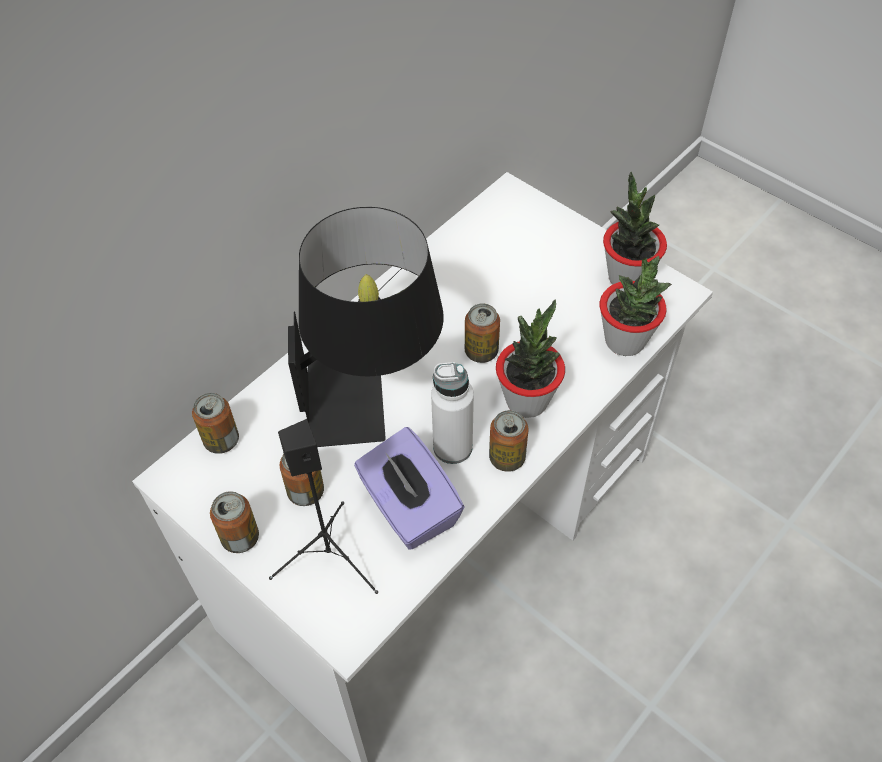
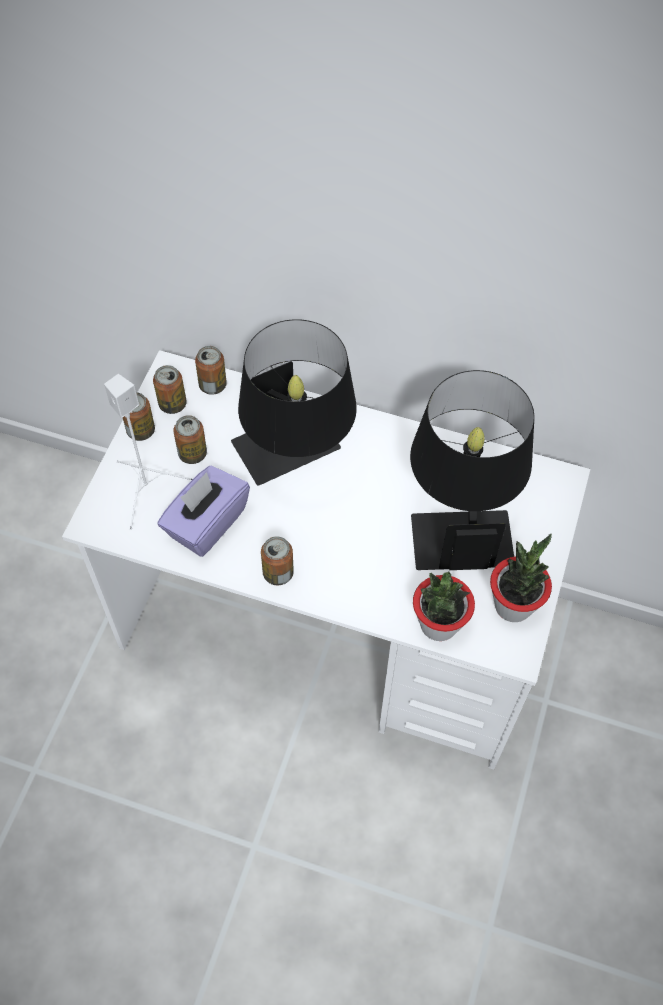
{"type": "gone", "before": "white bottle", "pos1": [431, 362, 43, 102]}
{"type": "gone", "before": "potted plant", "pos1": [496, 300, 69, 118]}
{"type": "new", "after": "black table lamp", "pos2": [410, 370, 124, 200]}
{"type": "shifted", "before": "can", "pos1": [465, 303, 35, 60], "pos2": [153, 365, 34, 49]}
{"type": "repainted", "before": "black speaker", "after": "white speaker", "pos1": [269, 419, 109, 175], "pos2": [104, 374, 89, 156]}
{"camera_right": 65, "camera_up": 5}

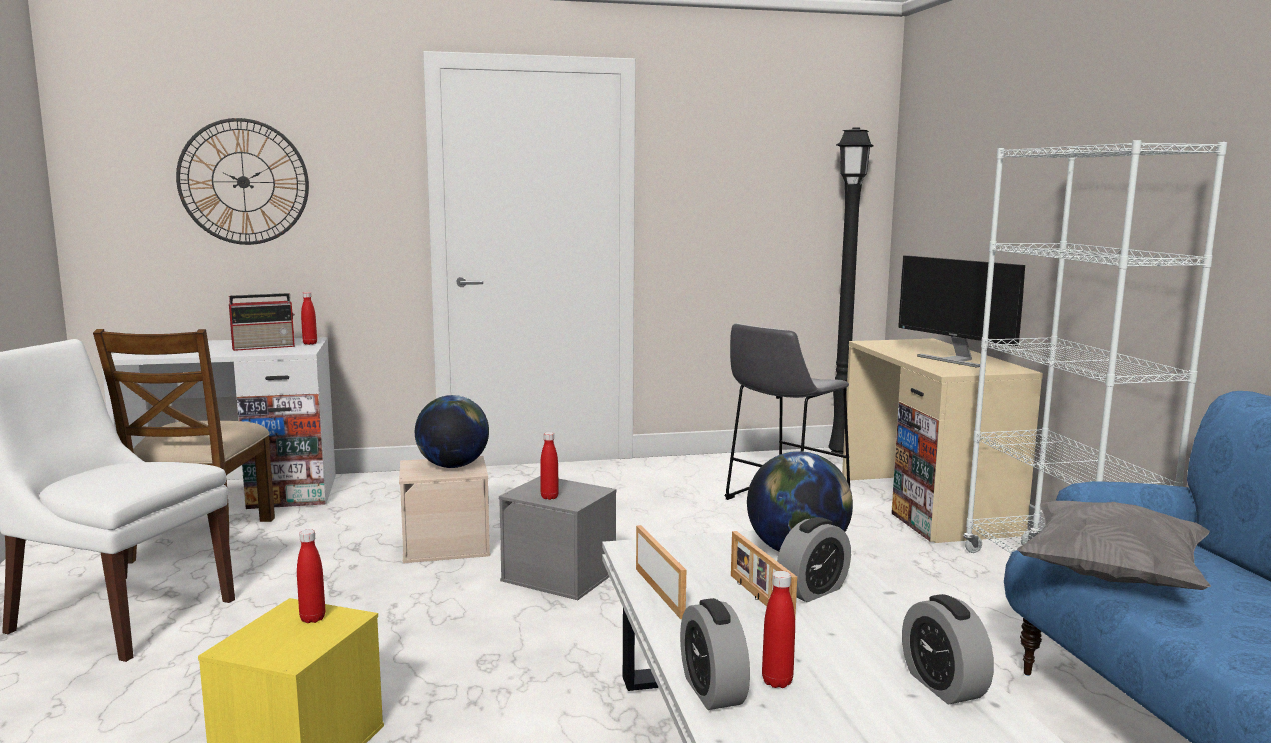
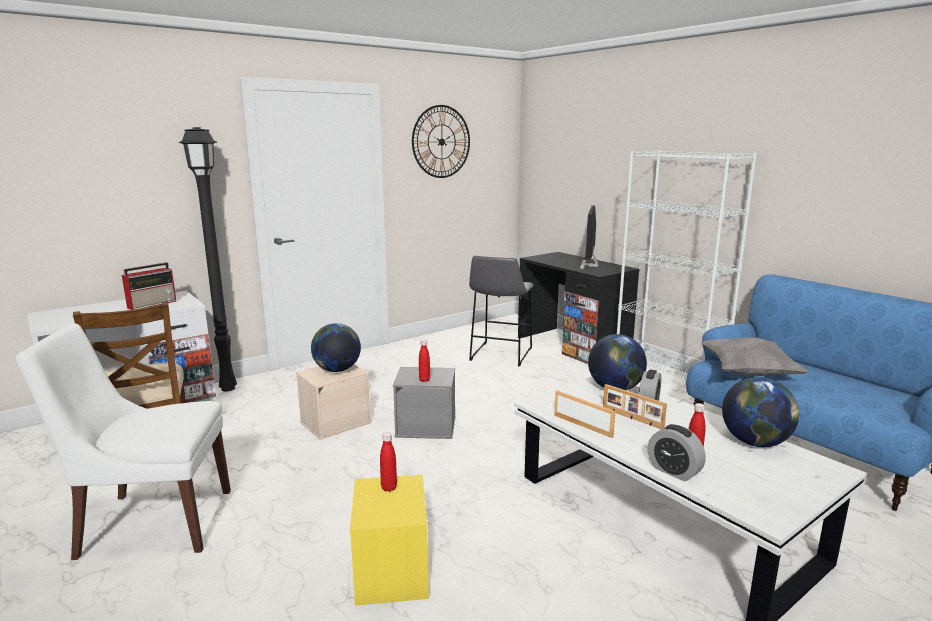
{"type": "gone", "before": "red bottle", "pos1": [301, 292, 16, 53]}
{"type": "shifted", "before": "wall clock", "pos1": [176, 118, 133, 127], "pos2": [412, 105, 58, 73]}
{"type": "shifted", "before": "black floor lamp", "pos1": [828, 127, 46, 327], "pos2": [179, 127, 58, 264]}
{"type": "swapped", "before": "alarm clock", "after": "globe", "pos1": [902, 594, 92, 111], "pos2": [722, 377, 77, 70]}
{"type": "repainted", "before": "beige desk", "after": "black desk", "pos1": [842, 339, 201, 204], "pos2": [518, 252, 121, 112]}
{"type": "rotated", "before": "monitor", "pos1": [898, 255, 127, 113], "pos2": [580, 205, 19, 64], "turn": 75}
{"camera_right": -25, "camera_up": 5}

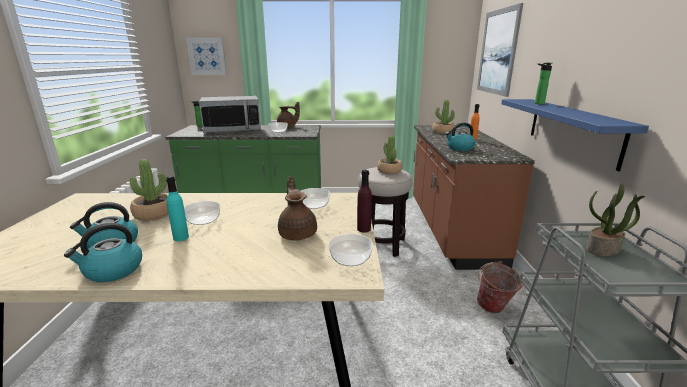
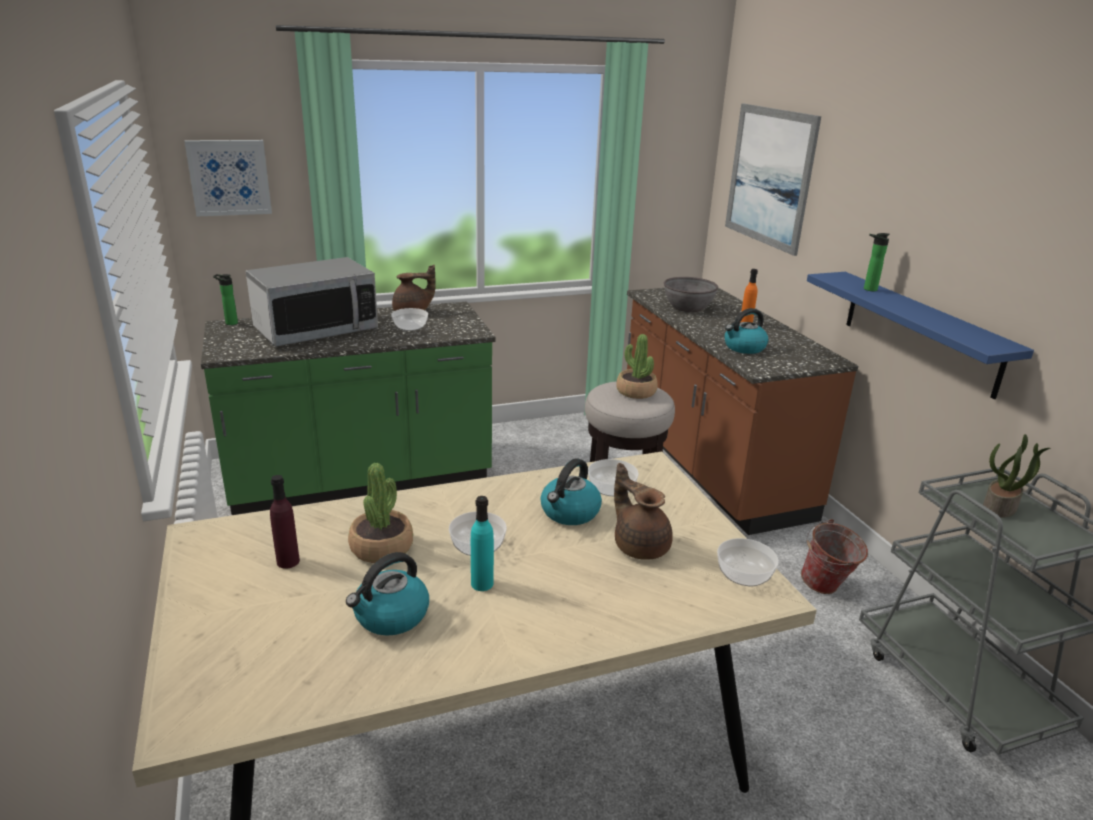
{"type": "shifted", "before": "kettle", "pos1": [64, 223, 78, 59], "pos2": [541, 458, 61, 67]}
{"type": "shifted", "before": "purple bottle", "pos1": [357, 170, 15, 63], "pos2": [270, 475, 30, 94]}
{"type": "swapped", "before": "potted plant", "after": "grey bowl", "pos1": [432, 100, 23, 34], "pos2": [664, 277, 54, 35]}
{"camera_right": -20, "camera_up": 5}

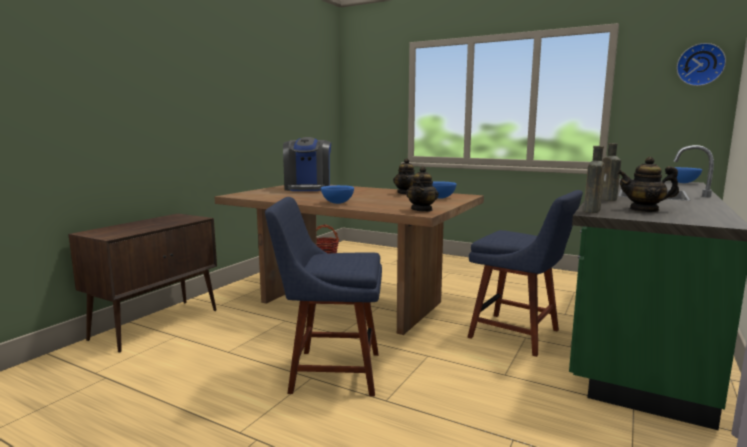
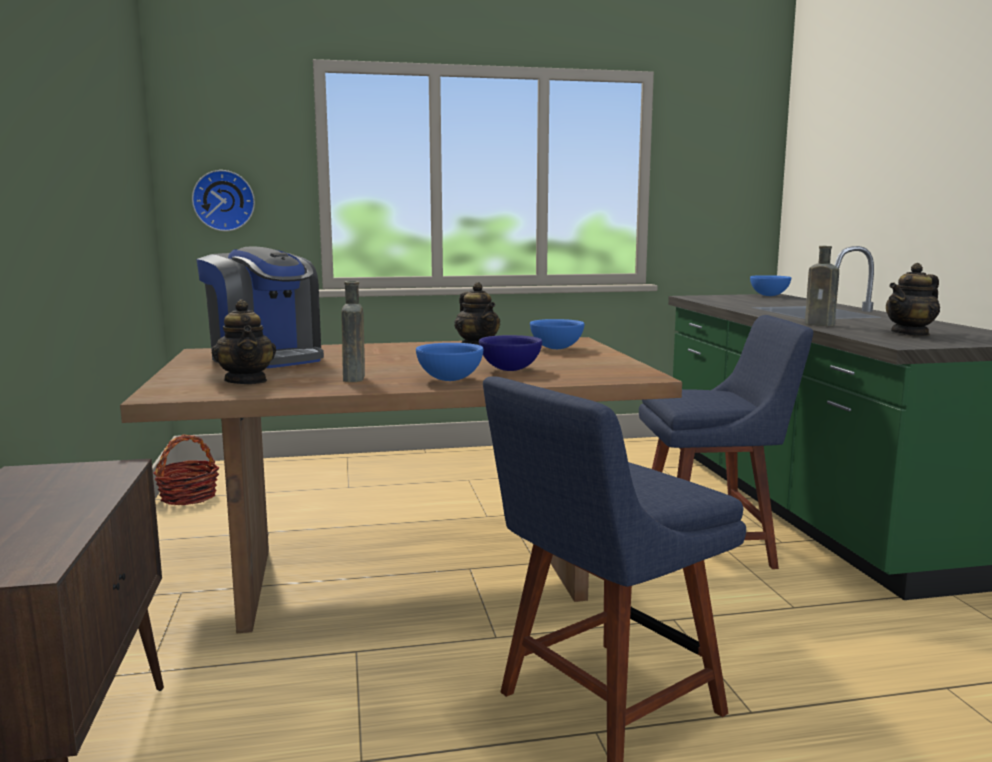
{"type": "new", "after": "blue bowl", "pos2": [479, 335, 63, 36]}
{"type": "shifted", "before": "teapot", "pos1": [406, 166, 33, 46], "pos2": [212, 299, 64, 85]}
{"type": "shifted", "before": "brown bottle", "pos1": [583, 146, 22, 67], "pos2": [341, 281, 24, 101]}
{"type": "shifted", "before": "wall clock", "pos1": [677, 43, 49, 43], "pos2": [192, 170, 63, 61]}
{"camera_right": -40, "camera_up": 0}

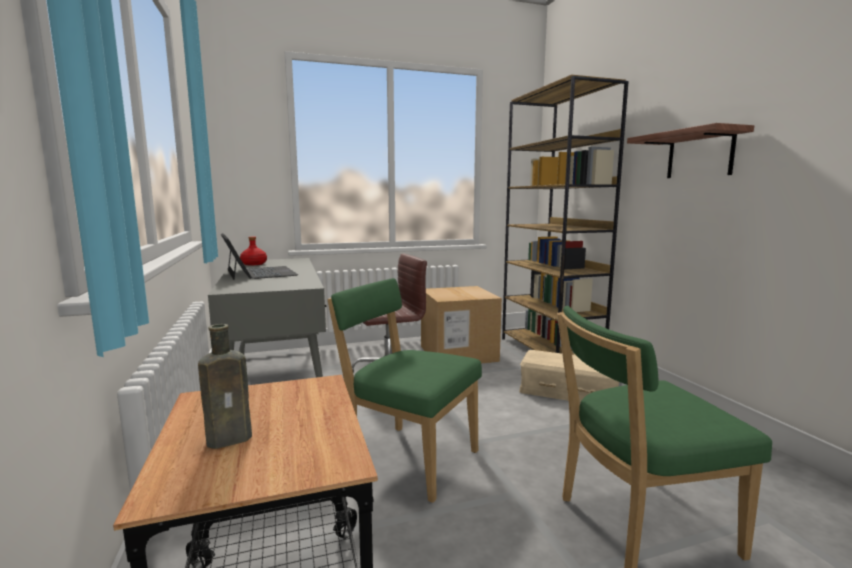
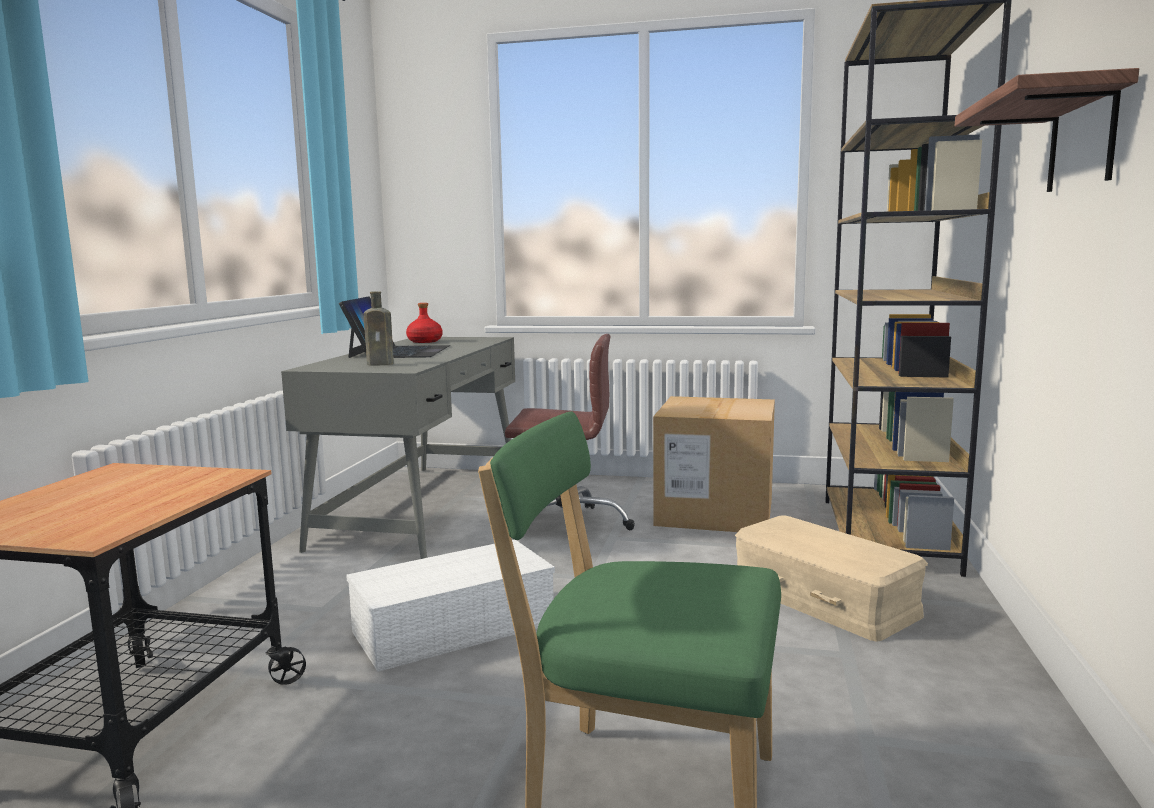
{"type": "shifted", "before": "brown bottle", "pos1": [198, 324, 54, 125], "pos2": [364, 291, 30, 75]}
{"type": "swapped", "before": "green chair", "after": "white storage box", "pos1": [327, 278, 155, 225], "pos2": [346, 540, 209, 132]}
{"camera_right": 30, "camera_up": 0}

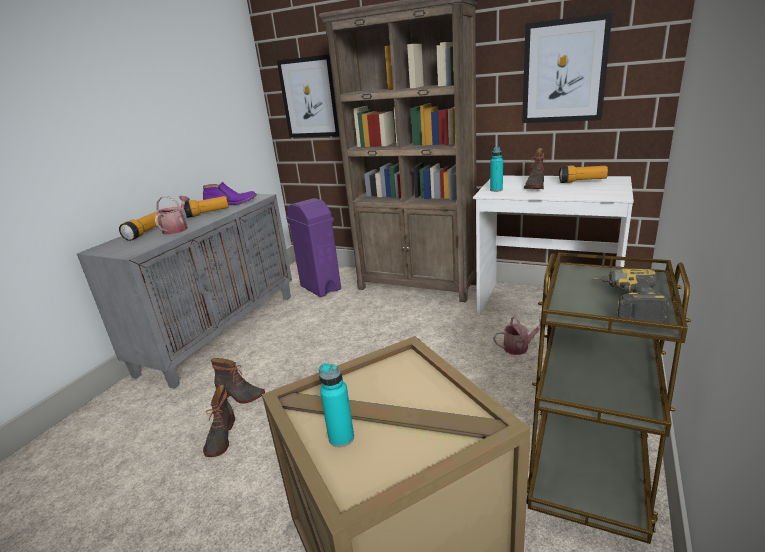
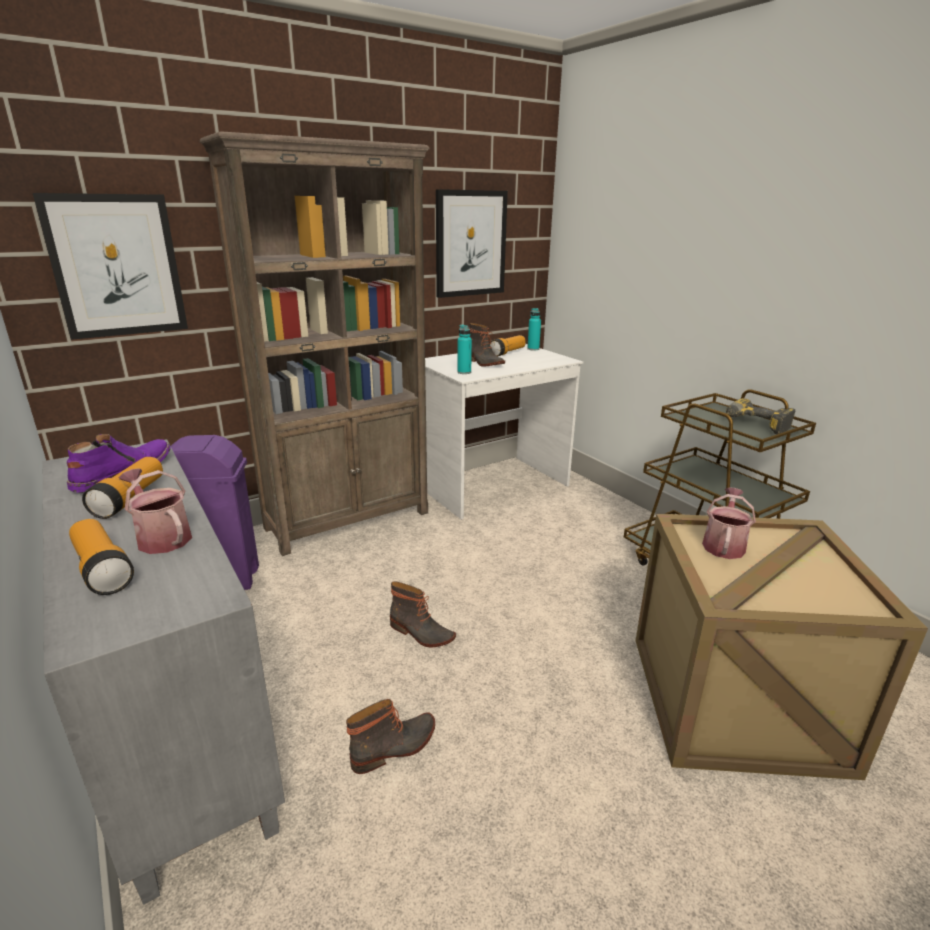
{"type": "shifted", "before": "boot", "pos1": [203, 385, 32, 72], "pos2": [390, 581, 66, 66]}
{"type": "shifted", "before": "turquoise bottle", "pos1": [319, 363, 35, 84], "pos2": [527, 308, 14, 43]}
{"type": "shifted", "before": "watering can", "pos1": [493, 316, 55, 39], "pos2": [702, 487, 54, 72]}
{"camera_right": -60, "camera_up": 0}

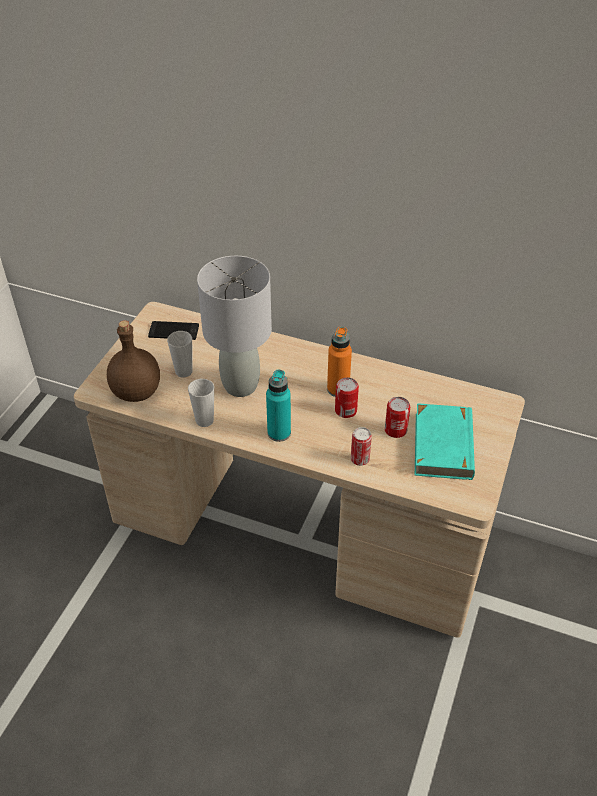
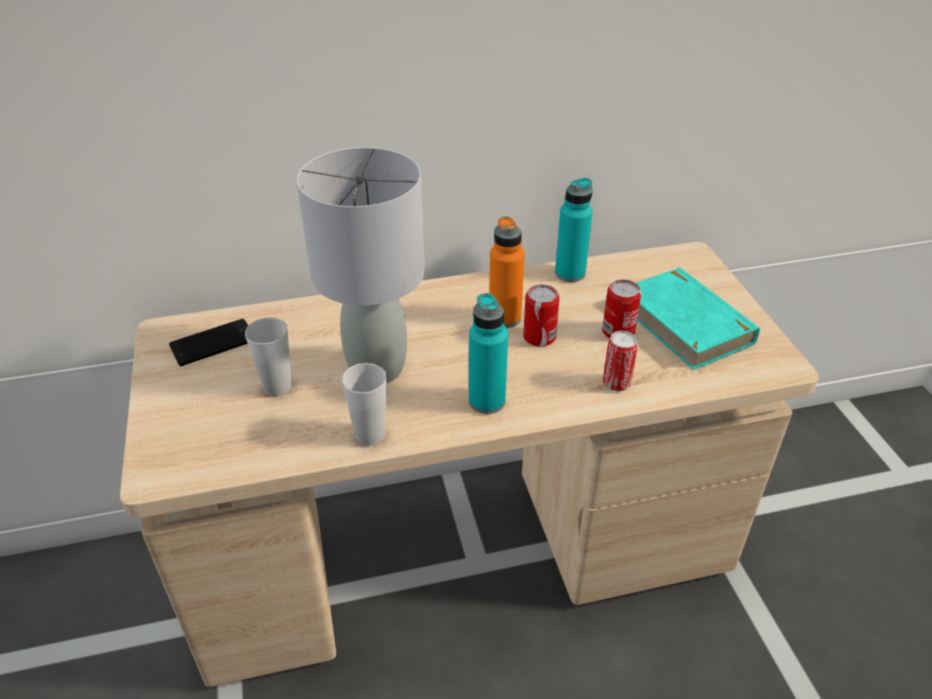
{"type": "gone", "before": "brown bottle", "pos1": [107, 320, 53, 82]}
{"type": "new", "after": "turquoise bottle", "pos2": [555, 178, 38, 104]}
{"camera_right": -35, "camera_up": -5}

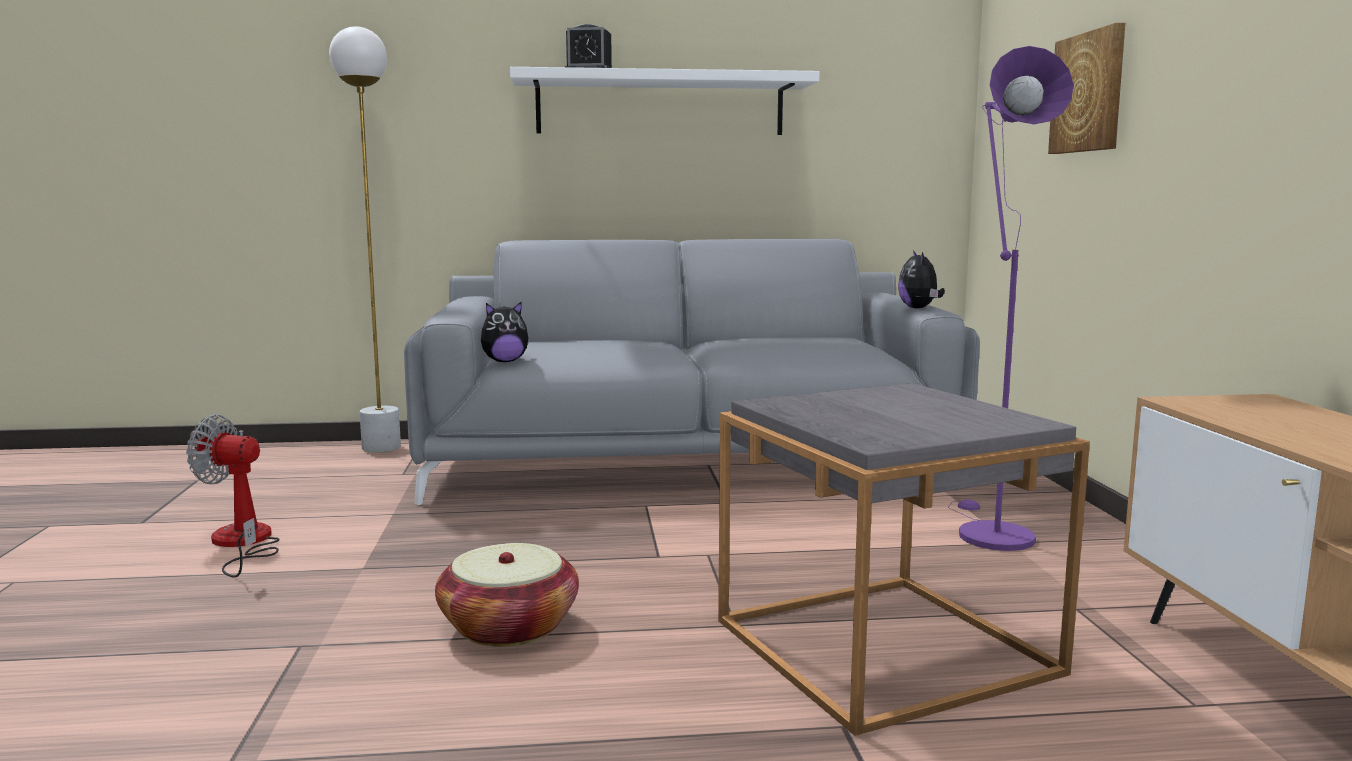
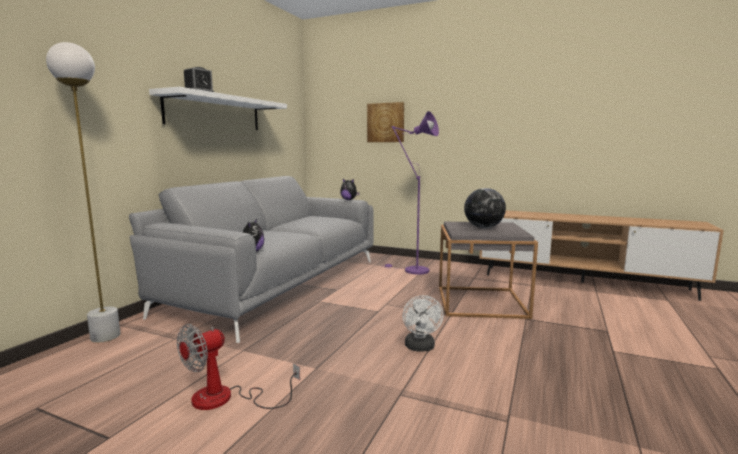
{"type": "new", "after": "globe", "pos2": [464, 188, 42, 40]}
{"type": "swapped", "before": "basket", "after": "white fan", "pos1": [435, 543, 144, 104], "pos2": [402, 295, 41, 56]}
{"camera_right": -60, "camera_up": 0}

